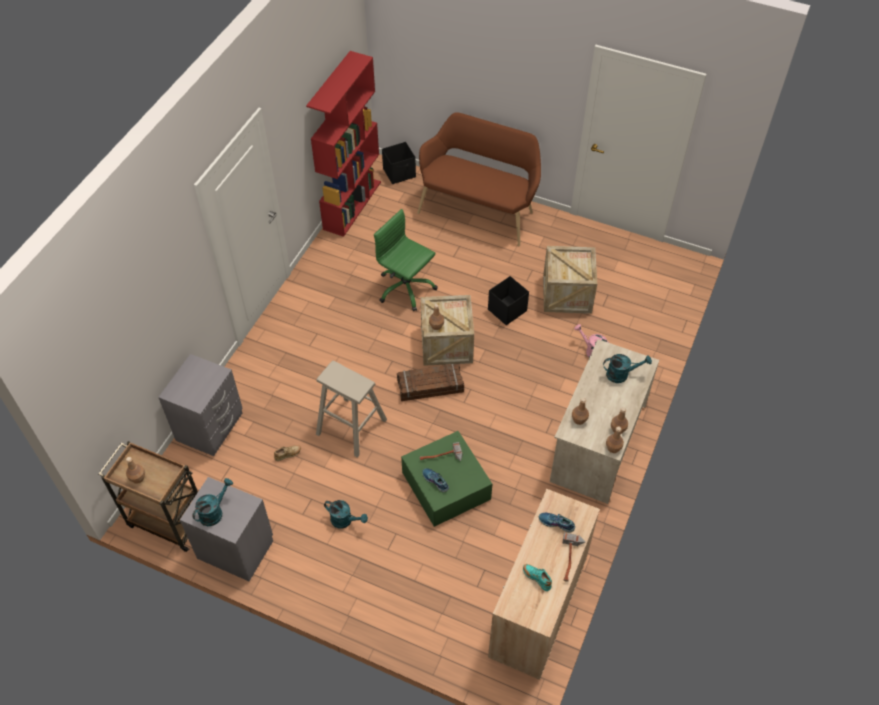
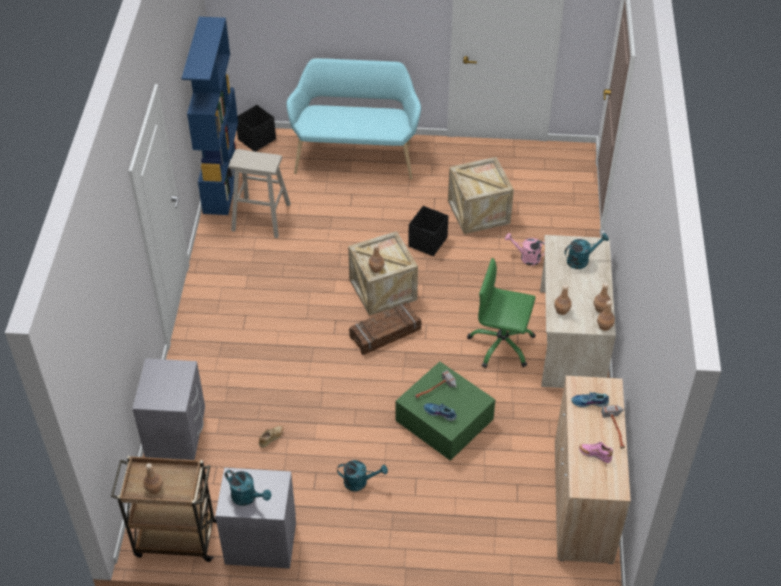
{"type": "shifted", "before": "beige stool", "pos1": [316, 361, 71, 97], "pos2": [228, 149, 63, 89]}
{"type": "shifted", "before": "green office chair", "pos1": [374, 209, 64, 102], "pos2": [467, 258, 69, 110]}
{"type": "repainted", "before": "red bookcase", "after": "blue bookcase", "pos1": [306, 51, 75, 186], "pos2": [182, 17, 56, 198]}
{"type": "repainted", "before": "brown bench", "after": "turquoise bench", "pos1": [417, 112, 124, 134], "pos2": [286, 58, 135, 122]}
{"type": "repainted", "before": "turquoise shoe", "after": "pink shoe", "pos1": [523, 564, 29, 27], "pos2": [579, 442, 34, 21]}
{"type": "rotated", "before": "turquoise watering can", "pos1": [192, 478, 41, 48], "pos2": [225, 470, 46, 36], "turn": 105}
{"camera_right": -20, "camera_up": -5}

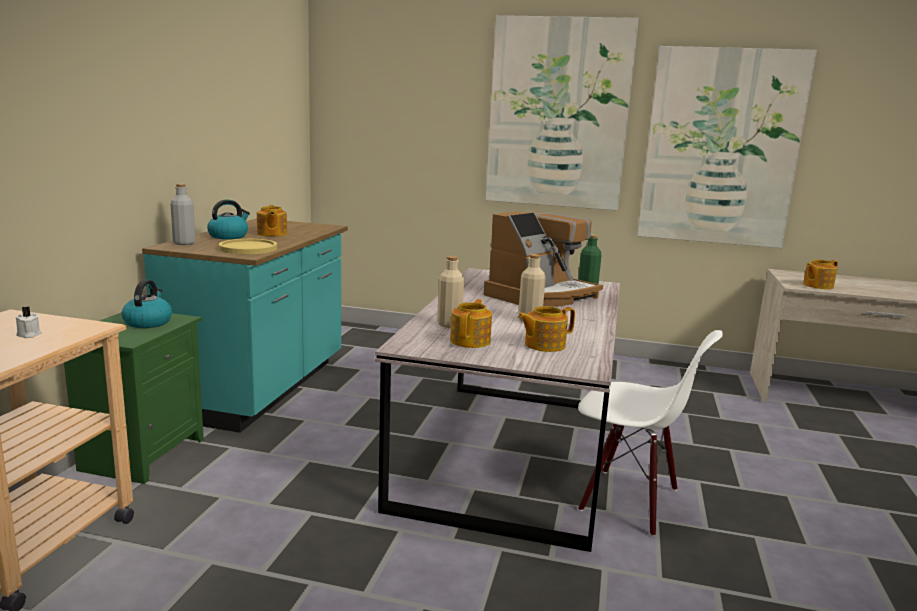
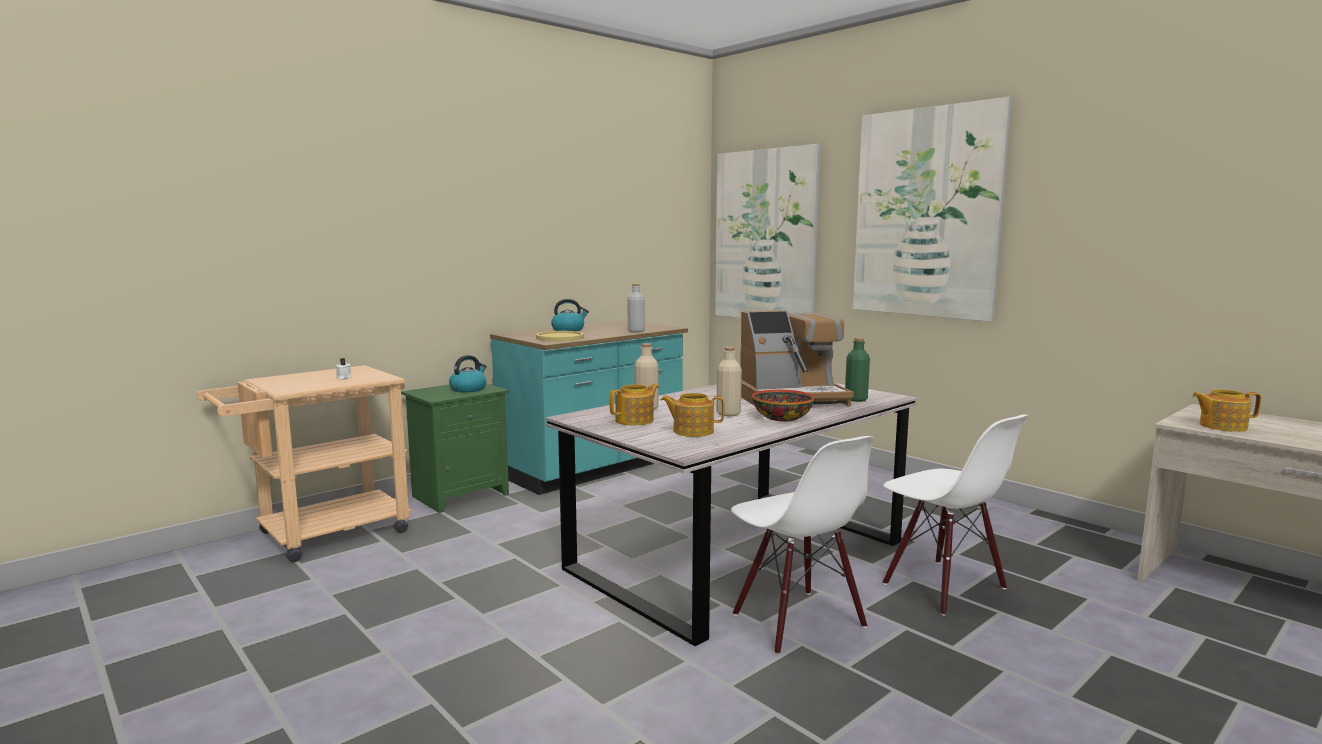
{"type": "gone", "before": "teapot", "pos1": [257, 205, 30, 31]}
{"type": "new", "after": "bowl", "pos2": [752, 389, 62, 32]}
{"type": "new", "after": "white chair", "pos2": [883, 414, 146, 202]}
{"type": "shifted", "before": "grey bottle", "pos1": [171, 184, 24, 61], "pos2": [627, 283, 18, 50]}
{"type": "shifted", "before": "picture", "pos1": [637, 46, 180, 202], "pos2": [715, 144, 105, 174]}
{"camera_right": 35, "camera_up": -5}

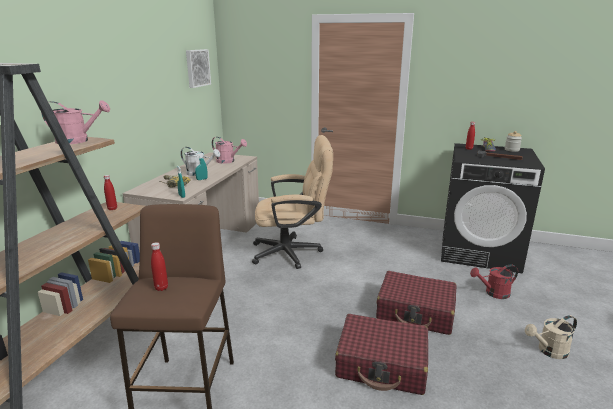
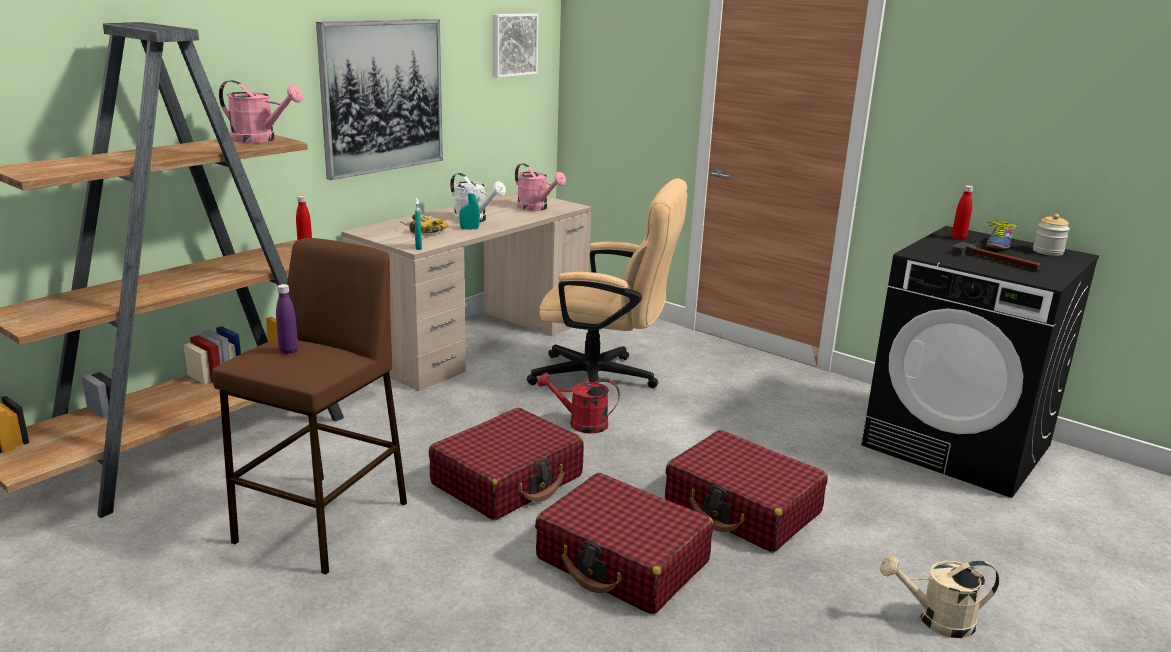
{"type": "new", "after": "picture", "pos2": [316, 19, 127, 161]}
{"type": "new", "after": "red suitcase", "pos2": [429, 408, 155, 112]}
{"type": "shifted", "before": "red watering can", "pos1": [470, 264, 48, 35], "pos2": [538, 373, 82, 61]}
{"type": "repainted", "before": "red bottle", "after": "purple bottle", "pos1": [151, 242, 17, 49], "pos2": [276, 284, 22, 70]}
{"camera_right": 20, "camera_up": 0}

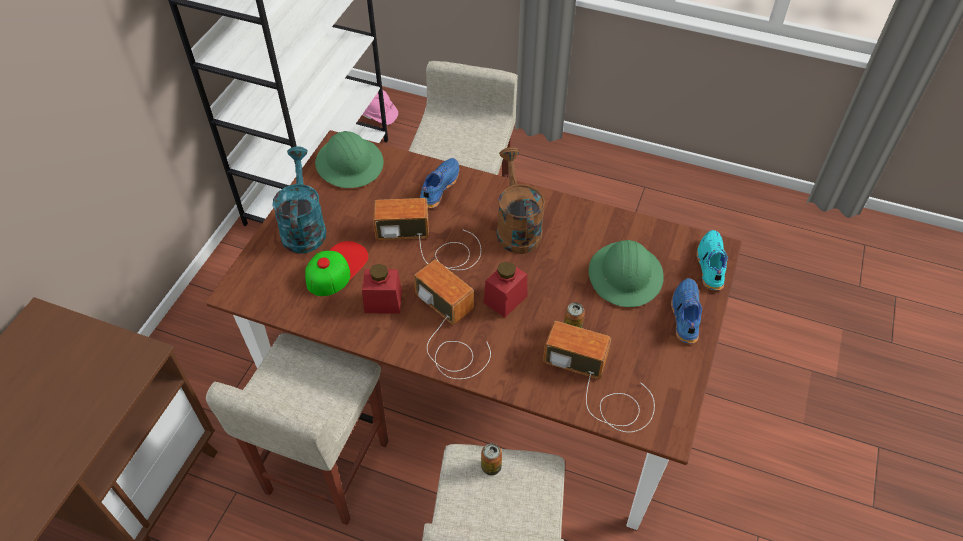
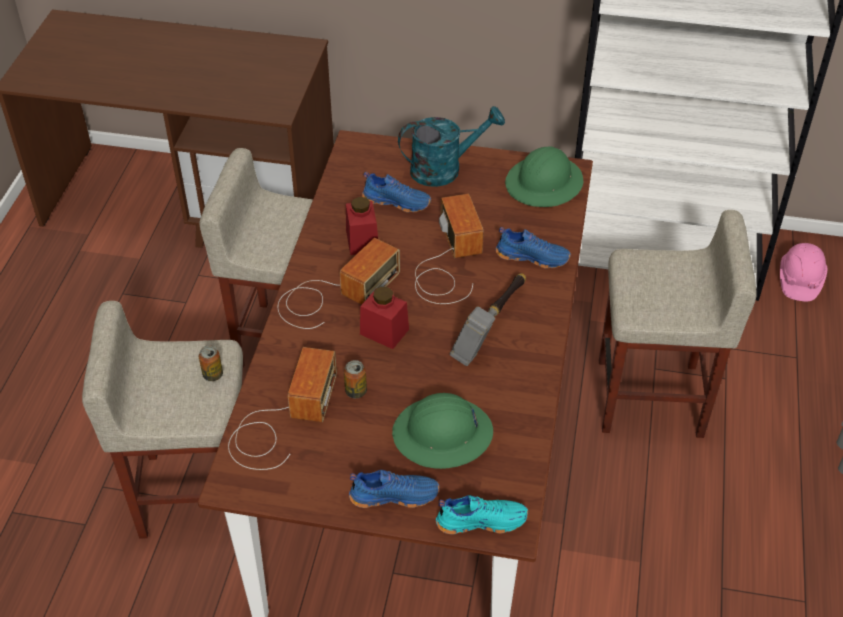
{"type": "swapped", "before": "cap", "after": "blue shoe", "pos1": [305, 241, 64, 55], "pos2": [362, 172, 69, 41]}
{"type": "swapped", "before": "brown watering can", "after": "hammer", "pos1": [497, 147, 48, 107], "pos2": [450, 273, 76, 93]}
{"camera_right": 80, "camera_up": -5}

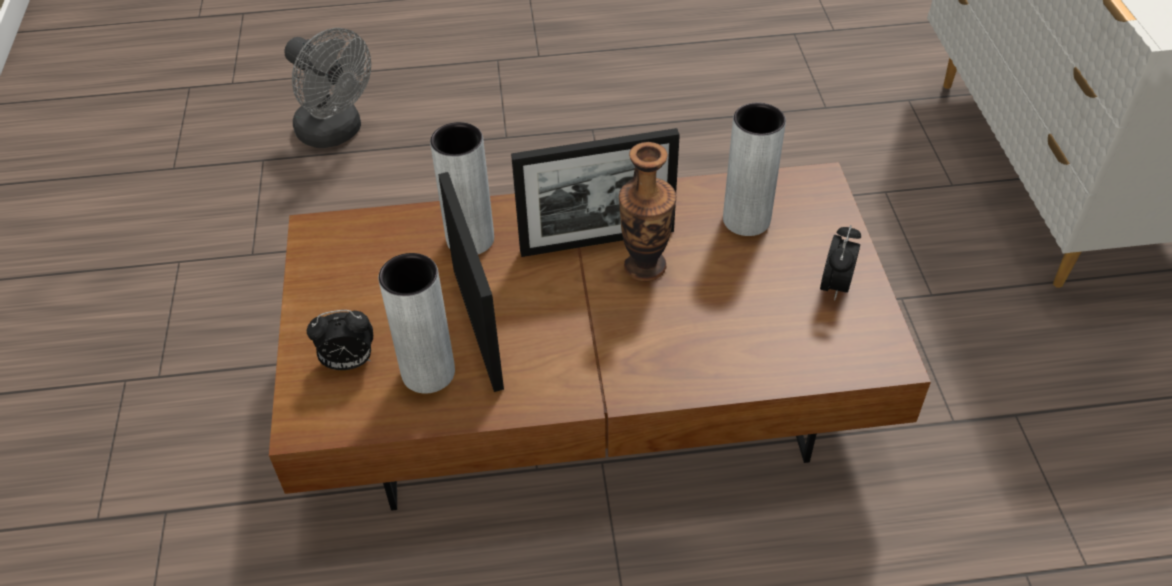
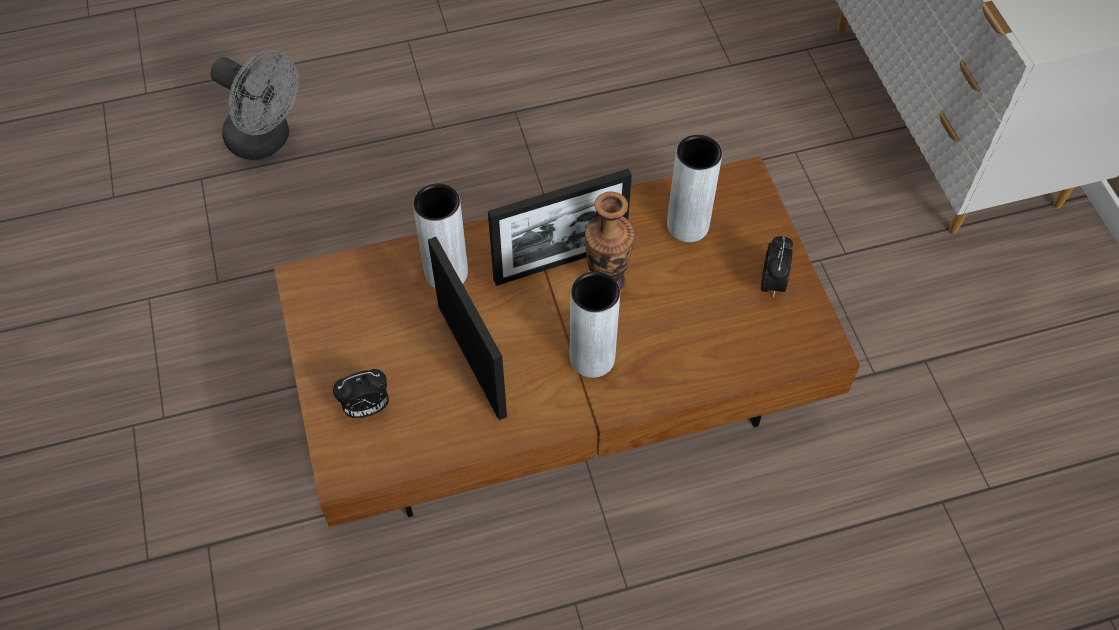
{"type": "shifted", "before": "grey vase", "pos1": [378, 253, 77, 140], "pos2": [570, 271, 50, 107]}
{"camera_right": -10, "camera_up": 10}

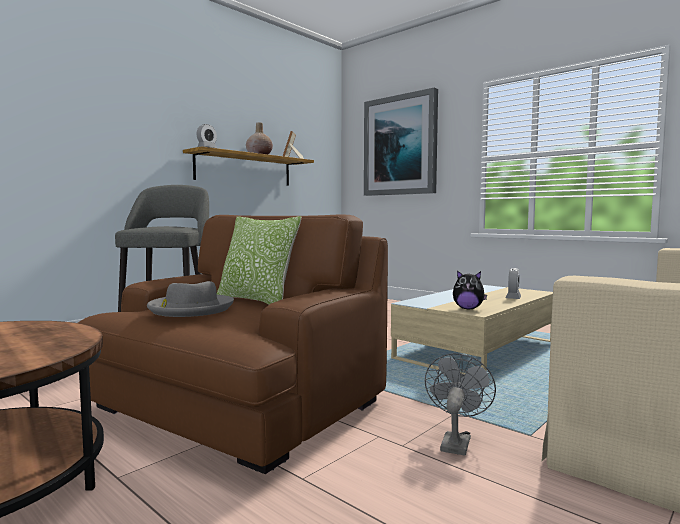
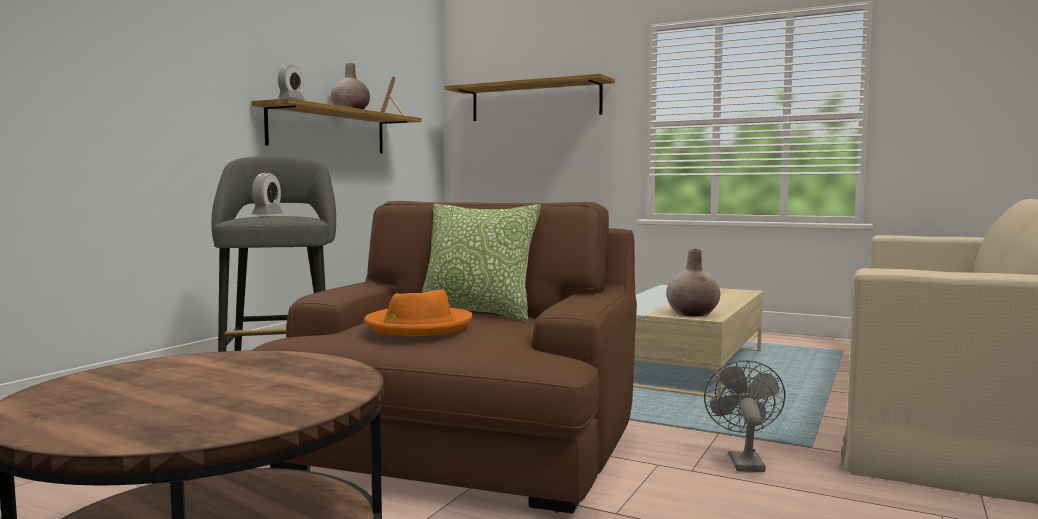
{"type": "shifted", "before": "alarm clock", "pos1": [505, 268, 16, 31], "pos2": [252, 173, 31, 41]}
{"type": "swapped", "before": "picture", "after": "shelf", "pos1": [364, 88, 74, 108], "pos2": [444, 74, 171, 47]}
{"type": "swapped", "before": "plush toy", "after": "beige vase", "pos1": [453, 270, 34, 39], "pos2": [666, 249, 54, 68]}
{"type": "repainted", "before": "grey hat", "after": "orange hat", "pos1": [147, 281, 87, 36], "pos2": [364, 289, 109, 47]}
{"camera_right": -15, "camera_up": 0}

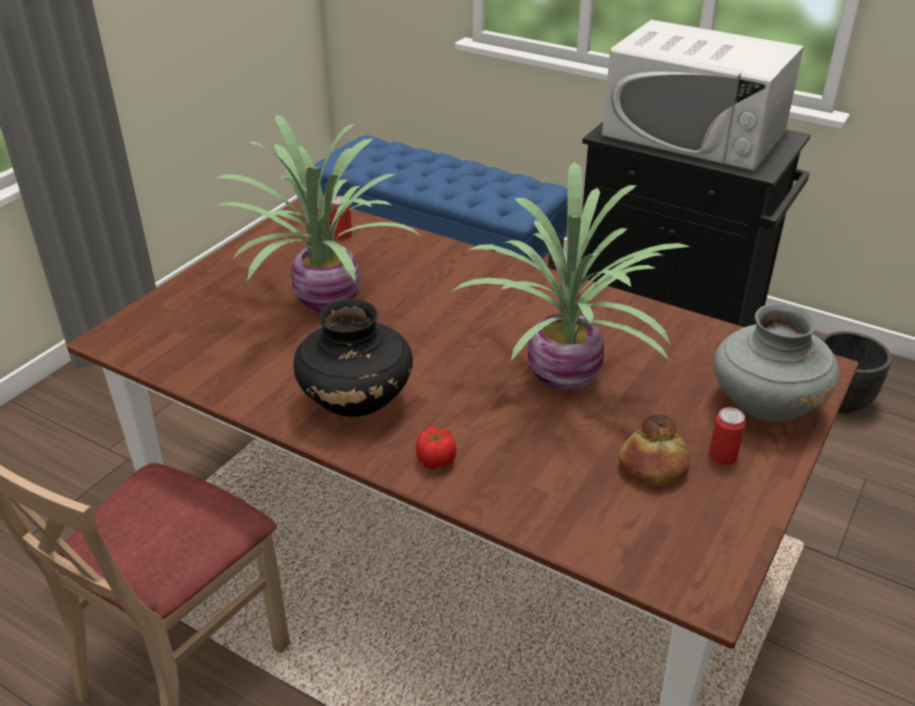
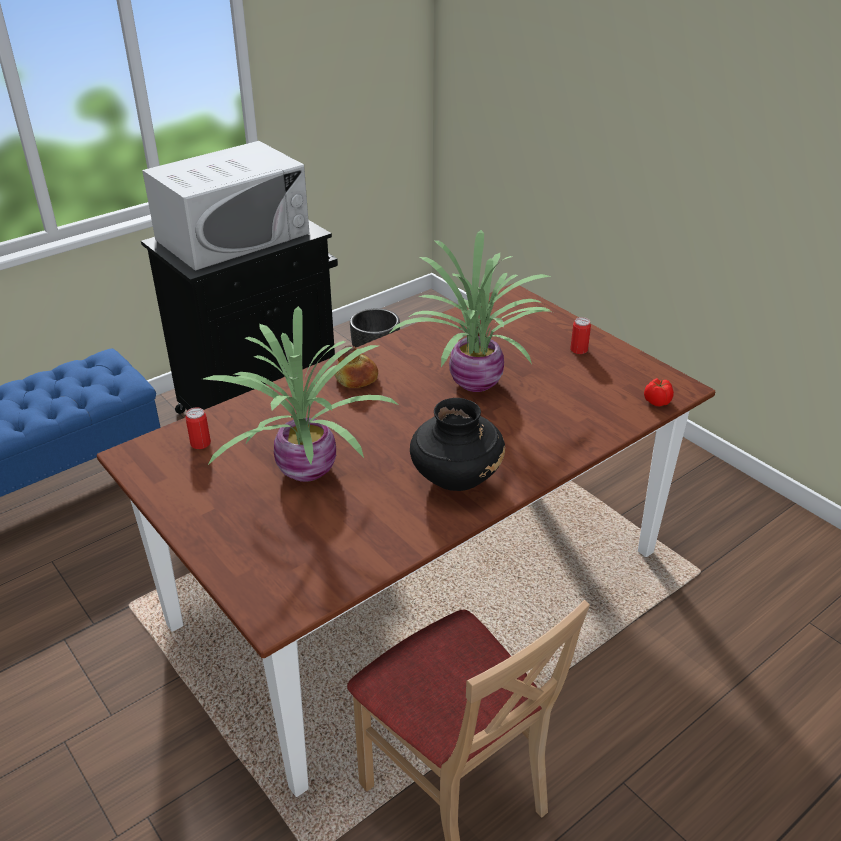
{"type": "gone", "before": "grey vase", "pos1": [714, 303, 125, 119]}
{"type": "shifted", "before": "tomato", "pos1": [416, 427, 41, 42], "pos2": [644, 378, 30, 28]}
{"type": "shifted", "before": "bread", "pos1": [619, 414, 71, 72], "pos2": [335, 345, 43, 43]}
{"camera_right": -70, "camera_up": 0}

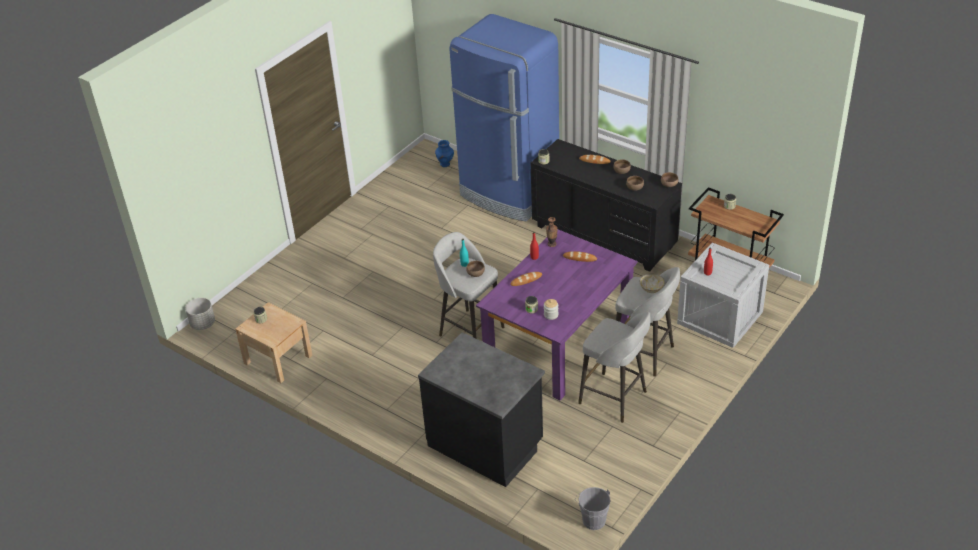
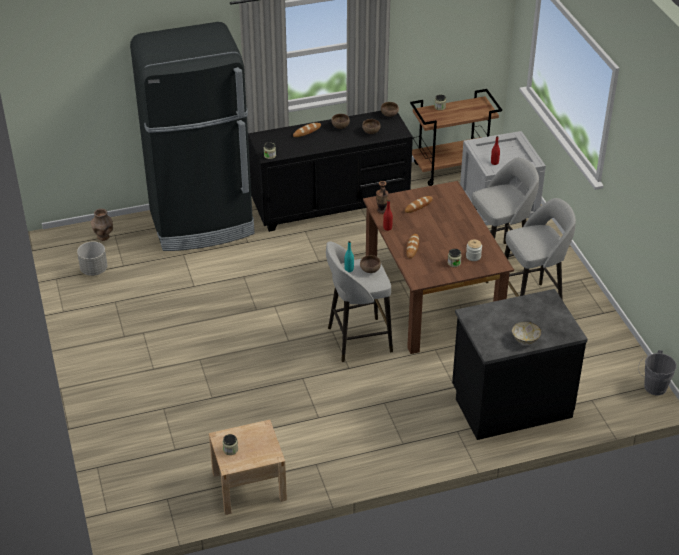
{"type": "shifted", "before": "grey planter", "pos1": [185, 298, 30, 32], "pos2": [77, 242, 30, 34]}
{"type": "shifted", "before": "bowl", "pos1": [639, 274, 26, 19], "pos2": [512, 321, 29, 24]}
{"type": "repainted", "before": "blue vase", "after": "brown vase", "pos1": [435, 140, 19, 27], "pos2": [91, 208, 22, 33]}
{"type": "repainted", "before": "blue fridge", "after": "black fridge", "pos1": [450, 14, 109, 207], "pos2": [130, 22, 125, 229]}
{"type": "repainted", "before": "purple dining table", "after": "brown dining table", "pos1": [476, 230, 162, 170], "pos2": [363, 181, 151, 173]}
{"camera_right": -55, "camera_up": 0}

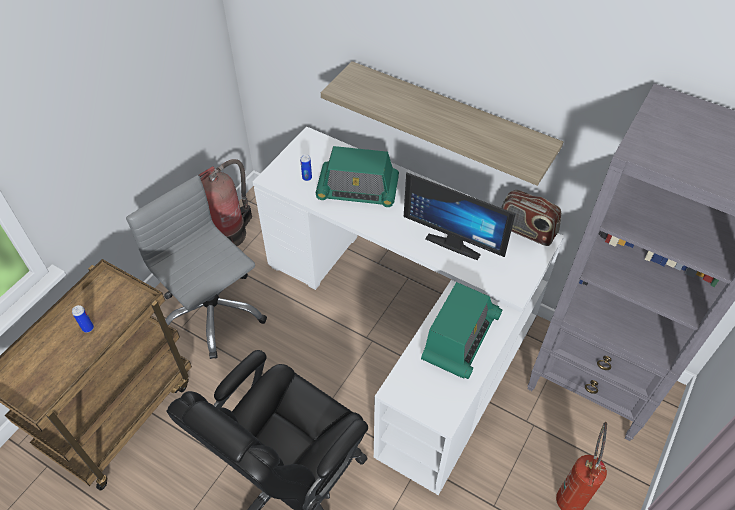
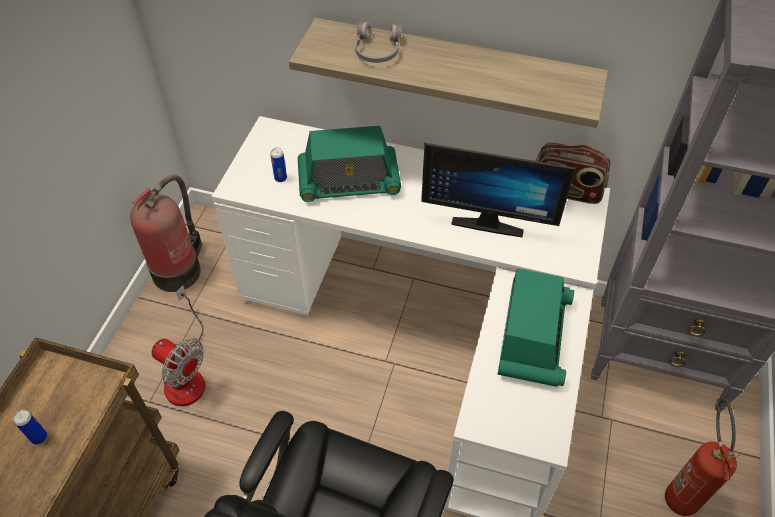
{"type": "new", "after": "grey headphones", "pos2": [355, 22, 47, 41]}
{"type": "swapped", "before": "grey office chair", "after": "fan", "pos1": [126, 175, 141, 184], "pos2": [151, 286, 54, 120]}
{"camera_right": -15, "camera_up": 0}

